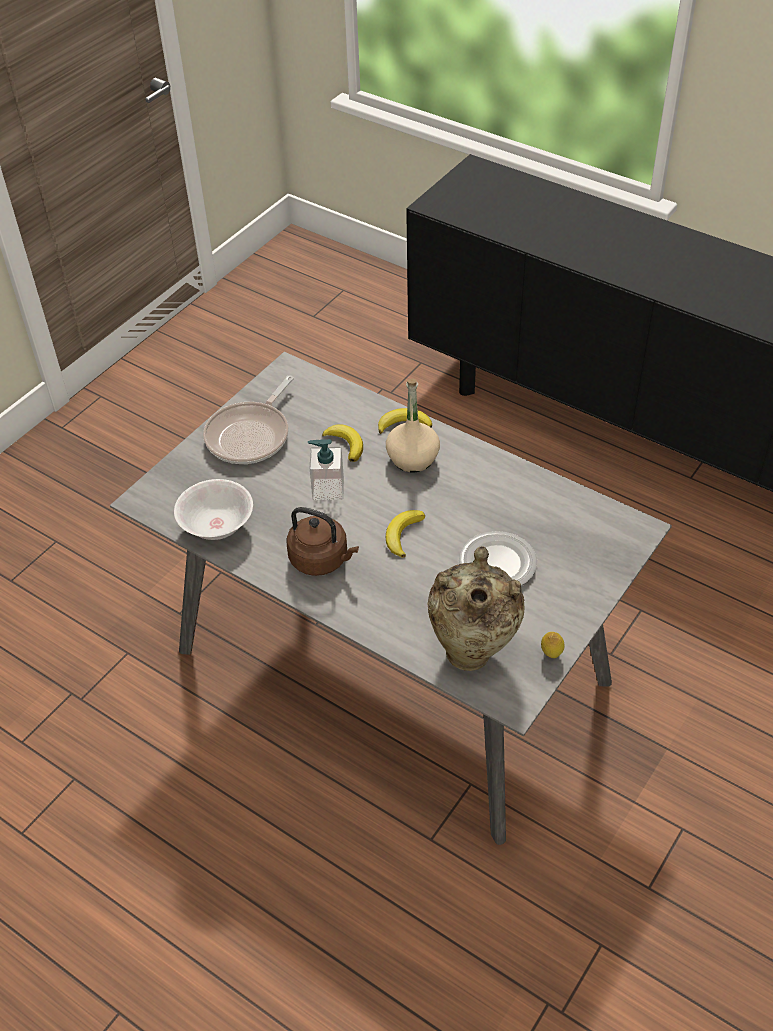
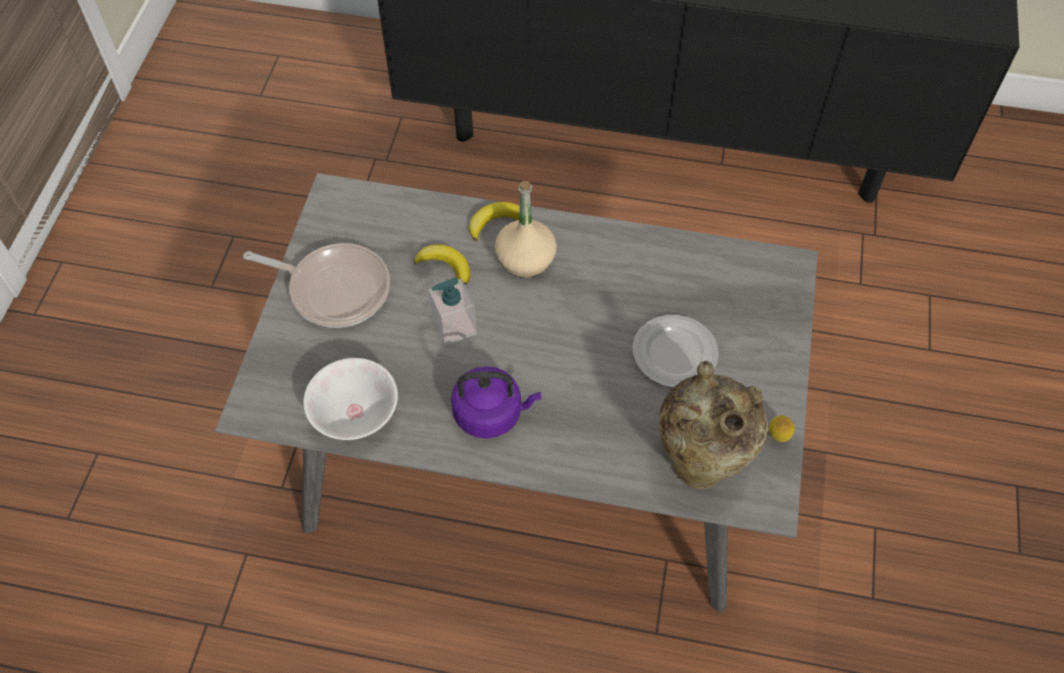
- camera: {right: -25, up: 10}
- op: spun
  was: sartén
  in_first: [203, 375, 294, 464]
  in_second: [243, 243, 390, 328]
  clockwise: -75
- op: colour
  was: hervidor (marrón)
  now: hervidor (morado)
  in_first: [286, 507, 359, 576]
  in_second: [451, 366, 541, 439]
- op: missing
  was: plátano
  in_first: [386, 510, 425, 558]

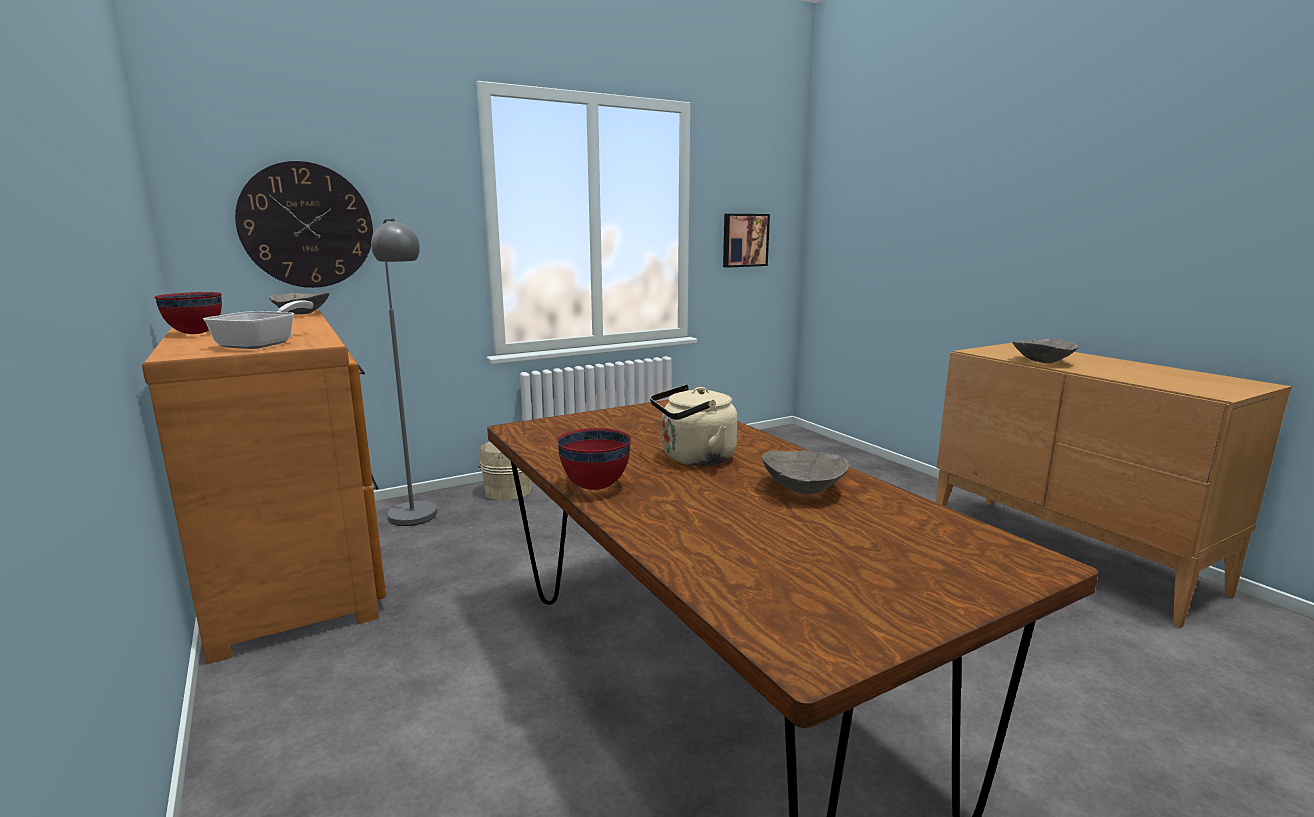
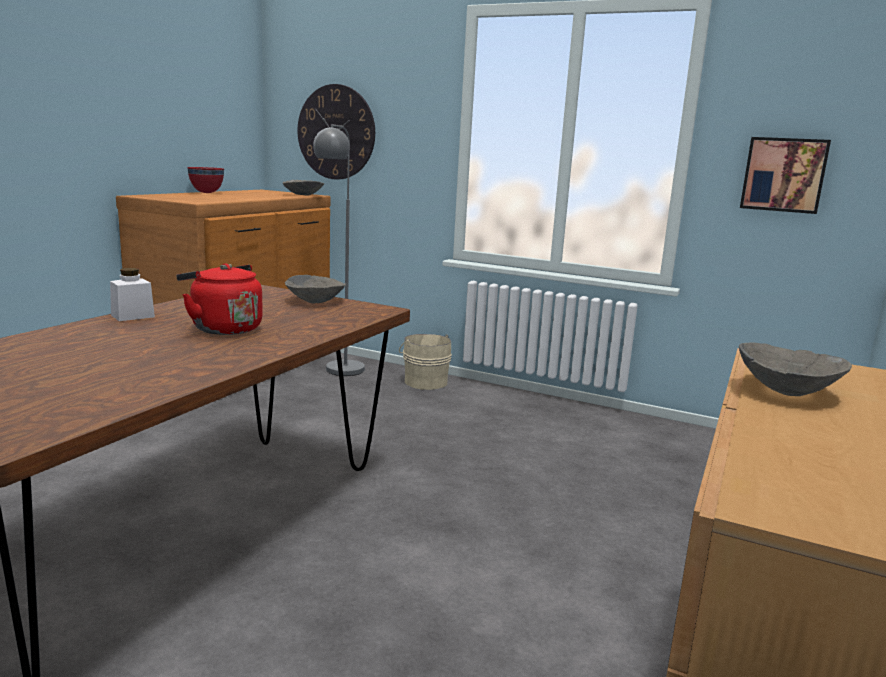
- camera: {right: 55, up: 0}
- op: exchanged
  was: cuenco (rojo)
  now: tarro (blanco)
  in_first: [557, 428, 631, 490]
  in_second: [110, 268, 155, 321]
- op: colour
  was: hervidor (beis)
  now: hervidor (rojo)
  in_first: [650, 385, 738, 466]
  in_second: [176, 264, 263, 335]
- op: relocated
  was: cuenco (gris)
  in_first: [762, 450, 849, 495]
  in_second: [285, 275, 346, 303]
- op: missing
  was: sartén
  in_first: [203, 300, 313, 349]

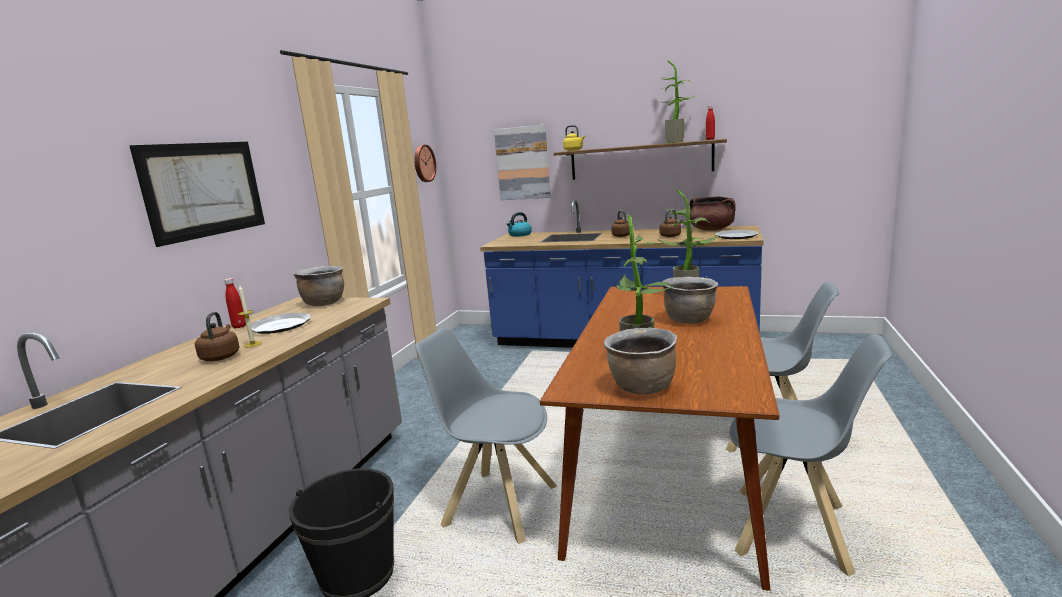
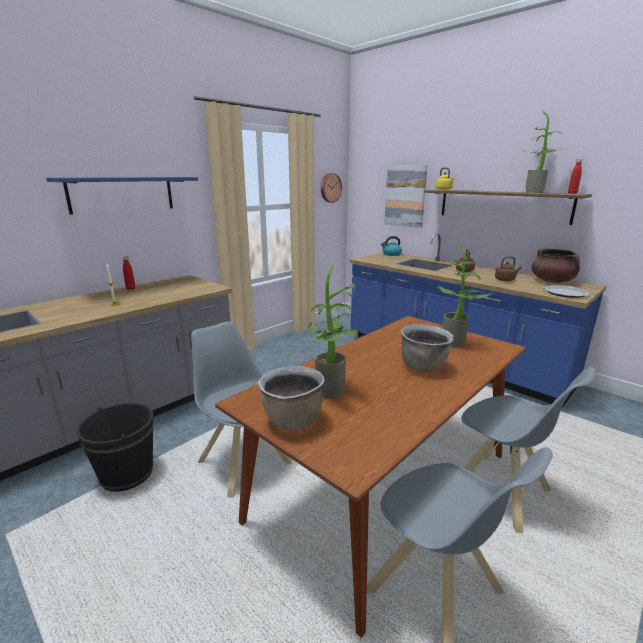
- camera: {right: 25, up: 5}
- op: exchanged
  was: cuadro
  now: estante (azul)
  in_first: [129, 142, 265, 247]
  in_second: [46, 177, 198, 215]
- op: missing
  was: hervidor (marrón)
  in_first: [195, 312, 239, 361]
- op: missing
  was: plato
  in_first: [251, 313, 312, 334]
- op: missing
  was: olla (marrón)
  in_first: [293, 266, 344, 306]

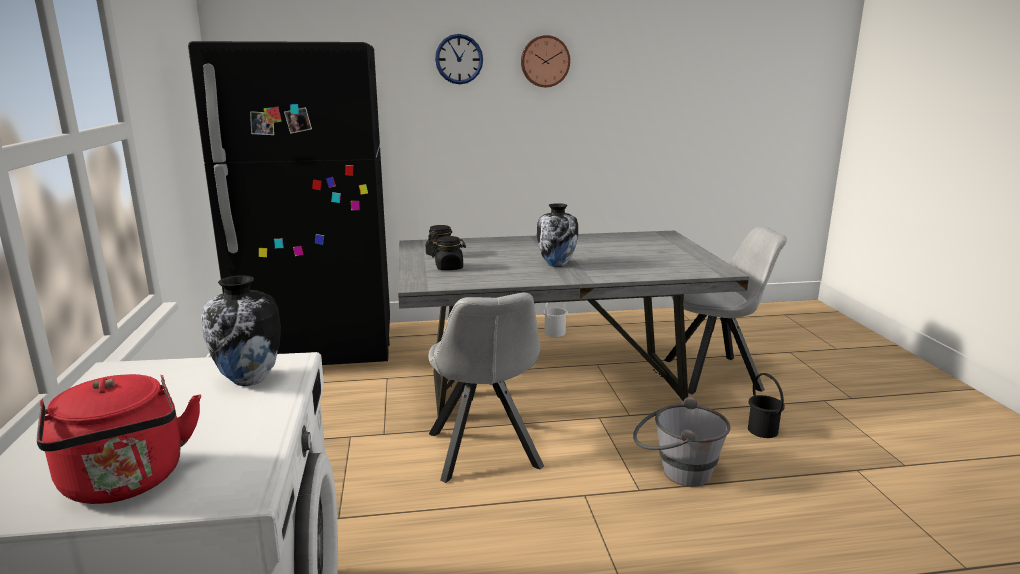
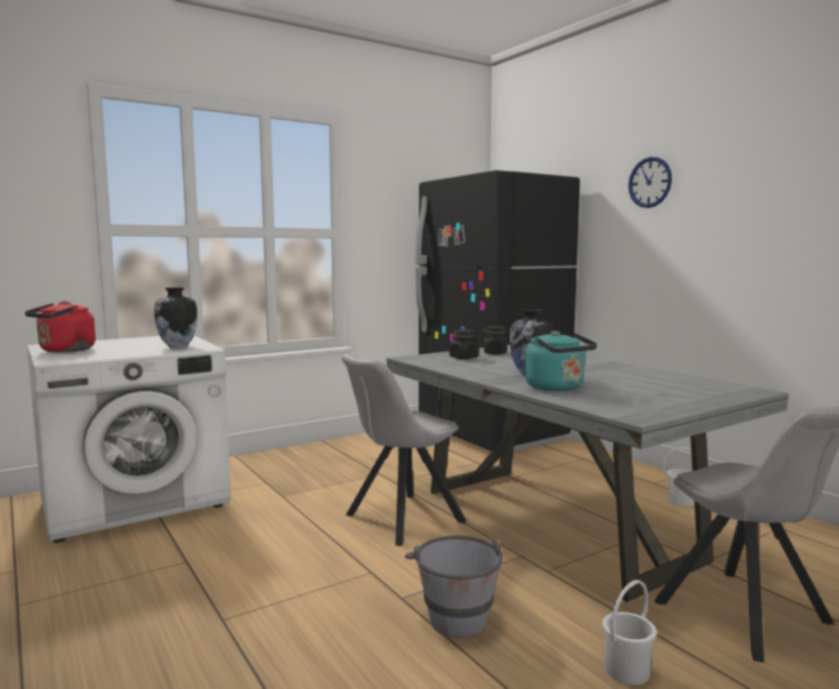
- camera: {right: 65, up: -10}
- op: appeared
  now: hervidor (turquesa)
  in_second: [524, 331, 597, 391]
- op: colour
  was: cubo (negro)
  now: cubo (blanco)
  in_first: [748, 373, 785, 438]
  in_second: [602, 580, 657, 685]
- op: missing
  was: reloj de pared
  in_first: [521, 35, 570, 87]

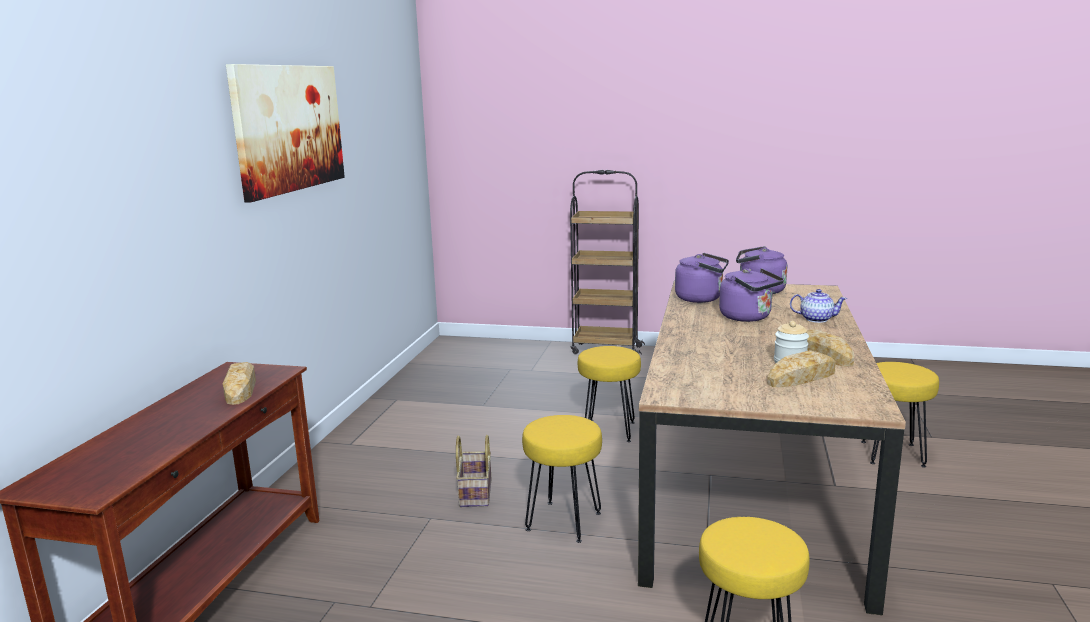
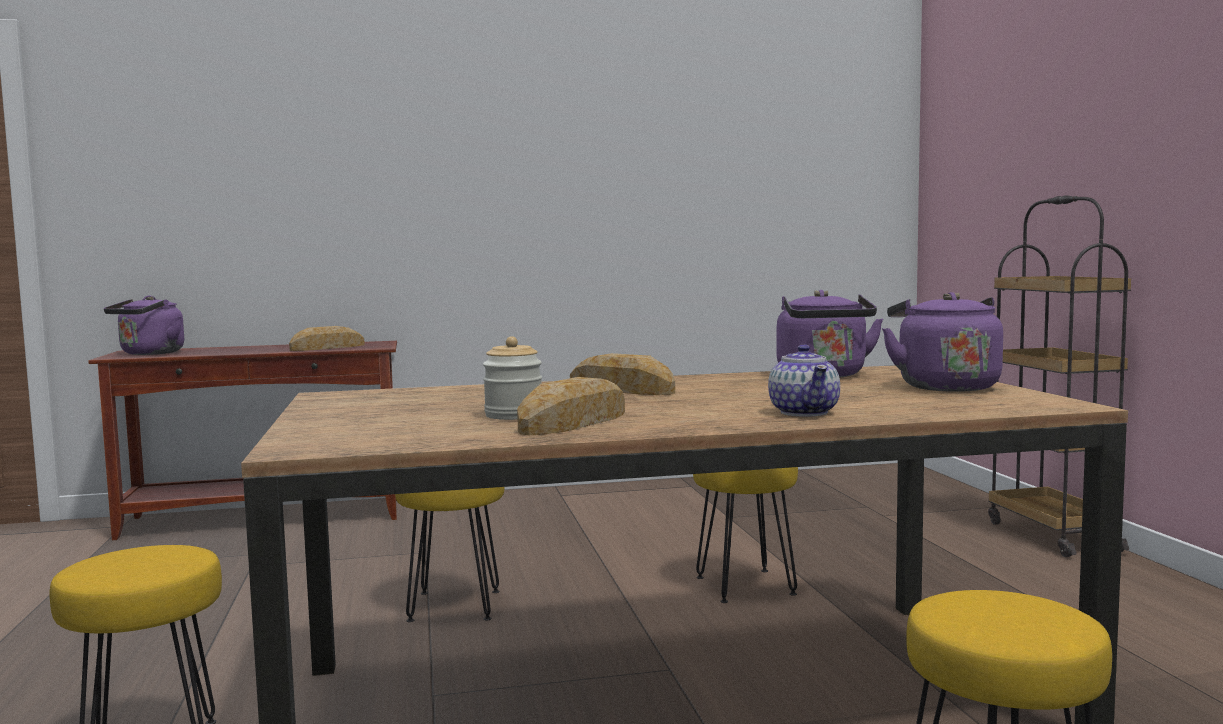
- camera: {right: 65, up: -10}
- op: relocated
  was: hervidor (morado)
  in_first: [719, 268, 784, 322]
  in_second: [104, 296, 184, 355]
- op: relocated
  was: pan
  in_first: [767, 350, 836, 387]
  in_second: [570, 353, 675, 395]
- op: missing
  was: cuadro
  in_first: [226, 64, 345, 203]
- op: missing
  was: cesta
  in_first: [456, 435, 491, 507]

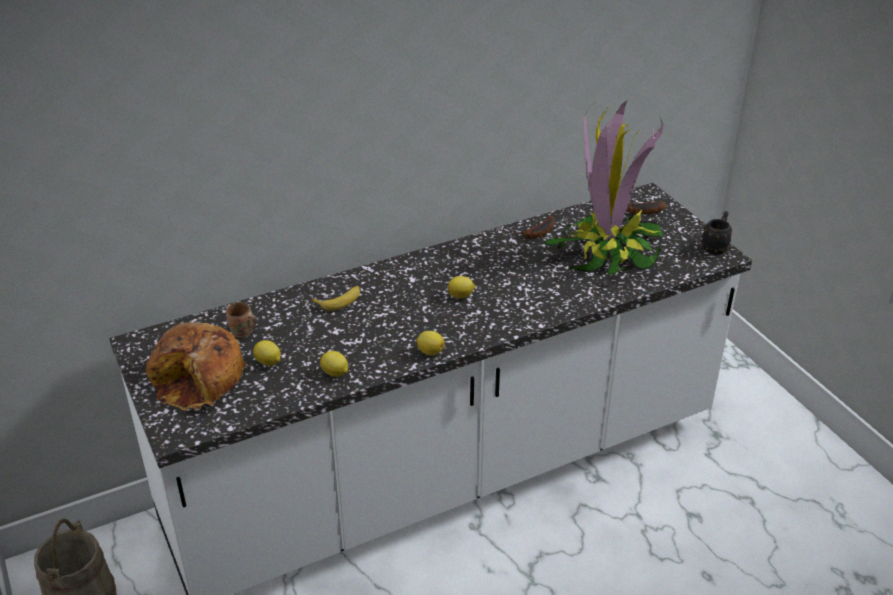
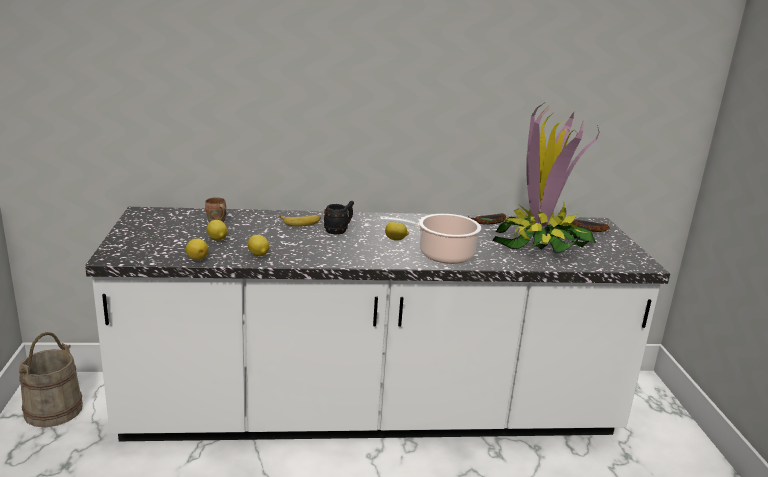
- camera: {right: 20, up: -15}
- op: relocated
  was: limón
  in_first: [416, 331, 444, 355]
  in_second: [186, 239, 208, 260]
- op: relocated
  was: taza grande (negro)
  in_first: [702, 211, 732, 255]
  in_second: [324, 201, 354, 235]
- op: appeared
  now: olla
  in_second: [380, 214, 481, 264]
- op: missing
  was: pan
  in_first: [146, 322, 246, 411]

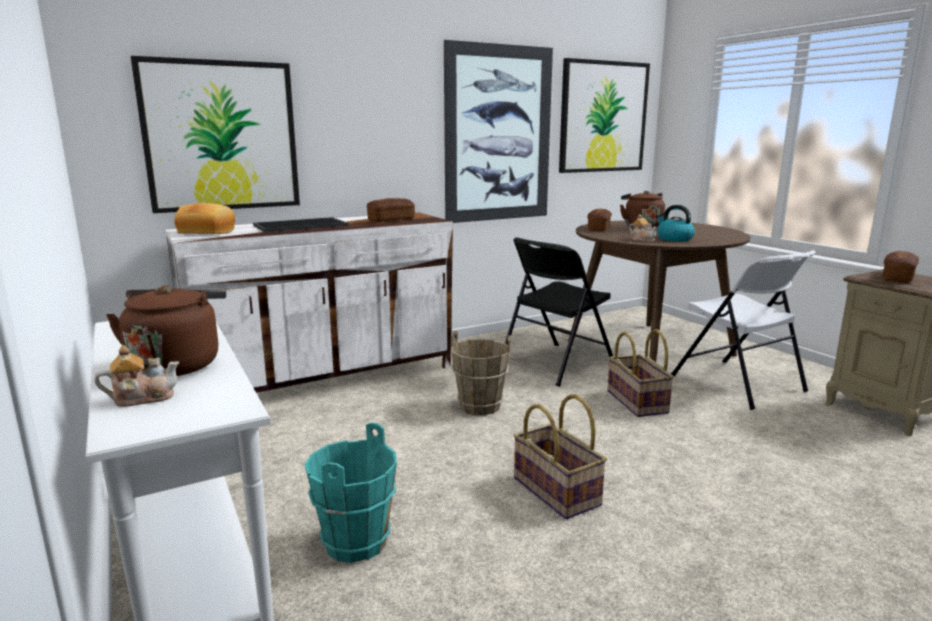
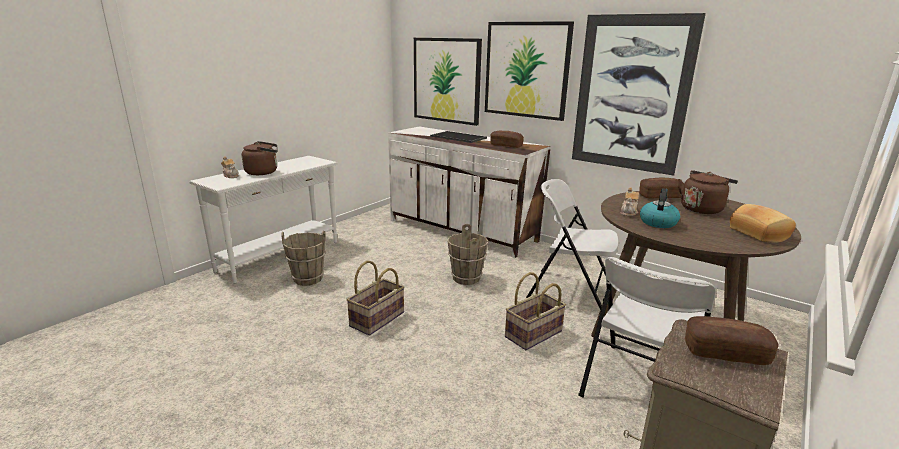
- camera: {right: 65, up: 5}
- op: colour
  was: cubo (turquesa)
  now: cubo (marrón)
  in_first: [304, 422, 397, 563]
  in_second: [282, 231, 326, 286]
- op: relocated
  was: cuadro
  in_first: [559, 58, 650, 173]
  in_second: [485, 21, 574, 121]
- op: colour
  was: silla (negro)
  now: silla (blanco)
  in_first: [505, 238, 613, 387]
  in_second: [526, 179, 618, 310]
- op: relocated
  was: pan
  in_first: [174, 203, 235, 234]
  in_second: [730, 204, 796, 243]

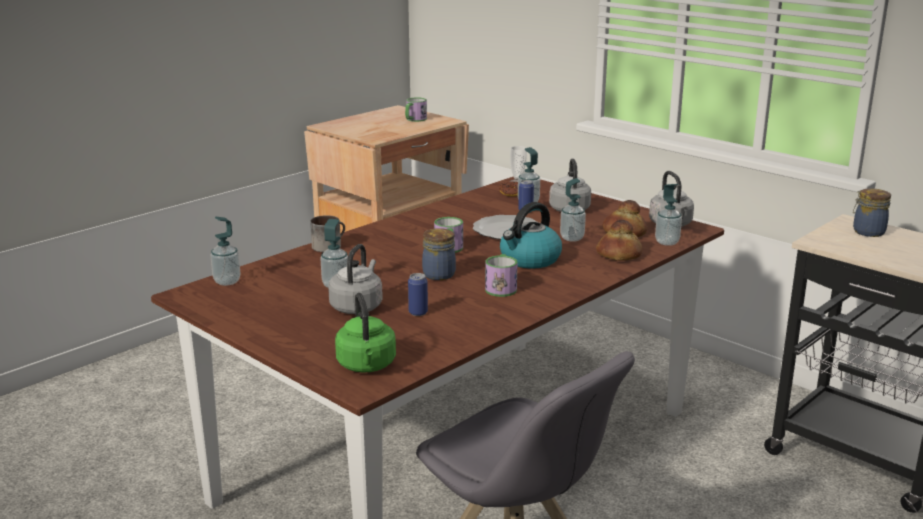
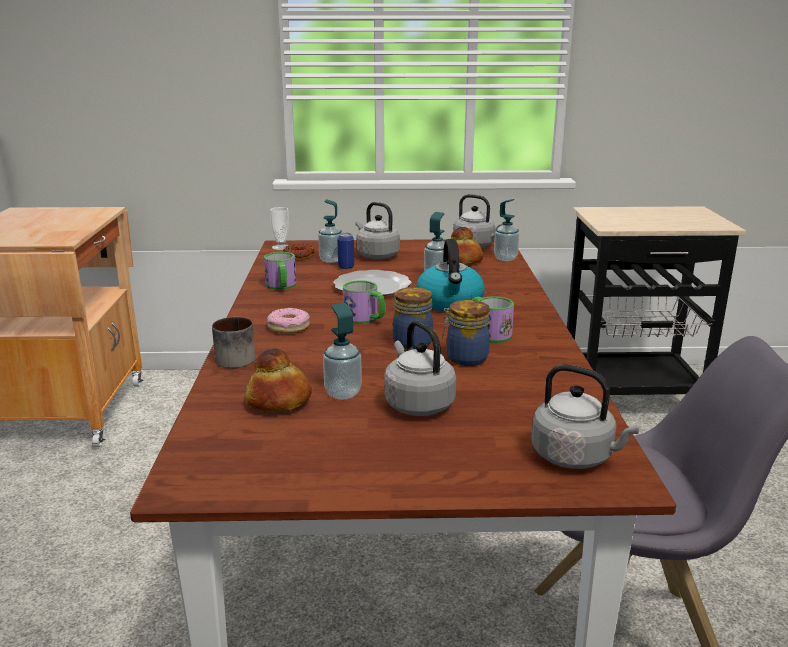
- camera: {right: -45, up: 0}
- op: relocated
  was: pan
  in_first: [596, 220, 642, 261]
  in_second: [245, 348, 312, 412]
- op: relocated
  was: taza grande
  in_first: [405, 97, 427, 122]
  in_second: [264, 252, 296, 290]
- op: appeared
  now: rosquilla
  in_second: [267, 308, 310, 334]
- op: relocated
  was: tarro
  in_first: [853, 188, 891, 237]
  in_second: [442, 300, 490, 366]
- op: colour
  was: hervidor (verde)
  now: hervidor (gris)
  in_first: [335, 292, 396, 373]
  in_second: [531, 364, 640, 469]
- op: missing
  was: dispensador de jabón
  in_first: [210, 217, 241, 286]
- op: missing
  was: lata
  in_first: [408, 273, 428, 316]

